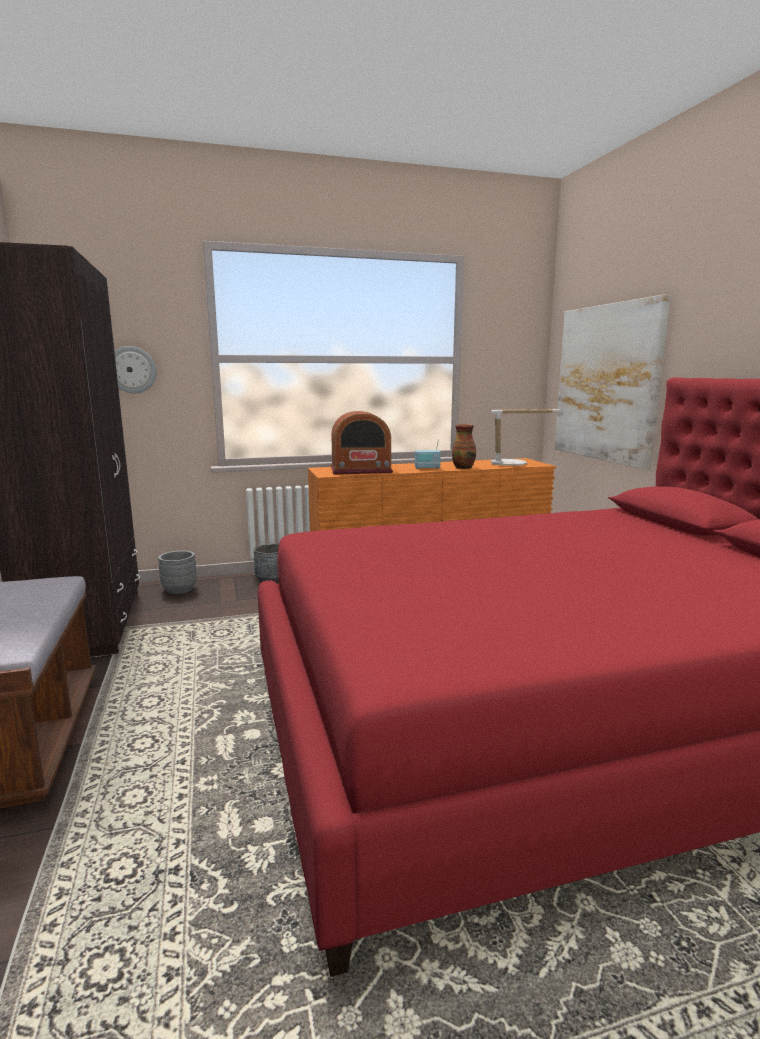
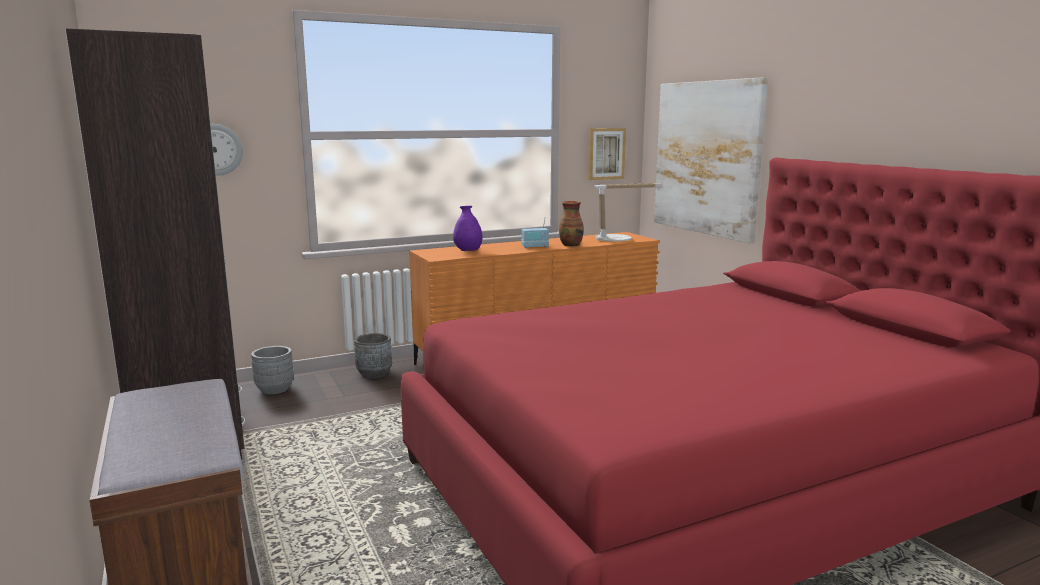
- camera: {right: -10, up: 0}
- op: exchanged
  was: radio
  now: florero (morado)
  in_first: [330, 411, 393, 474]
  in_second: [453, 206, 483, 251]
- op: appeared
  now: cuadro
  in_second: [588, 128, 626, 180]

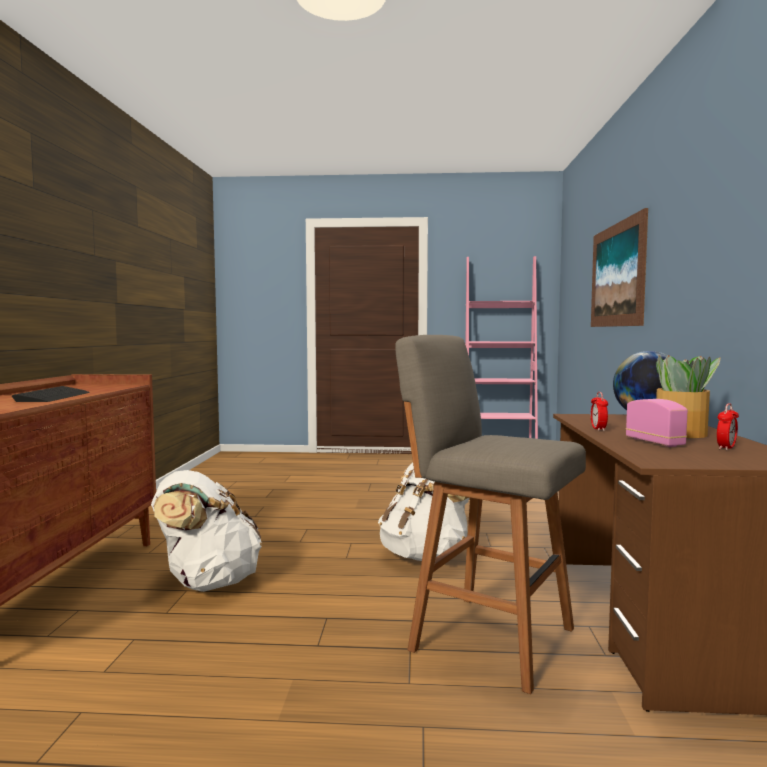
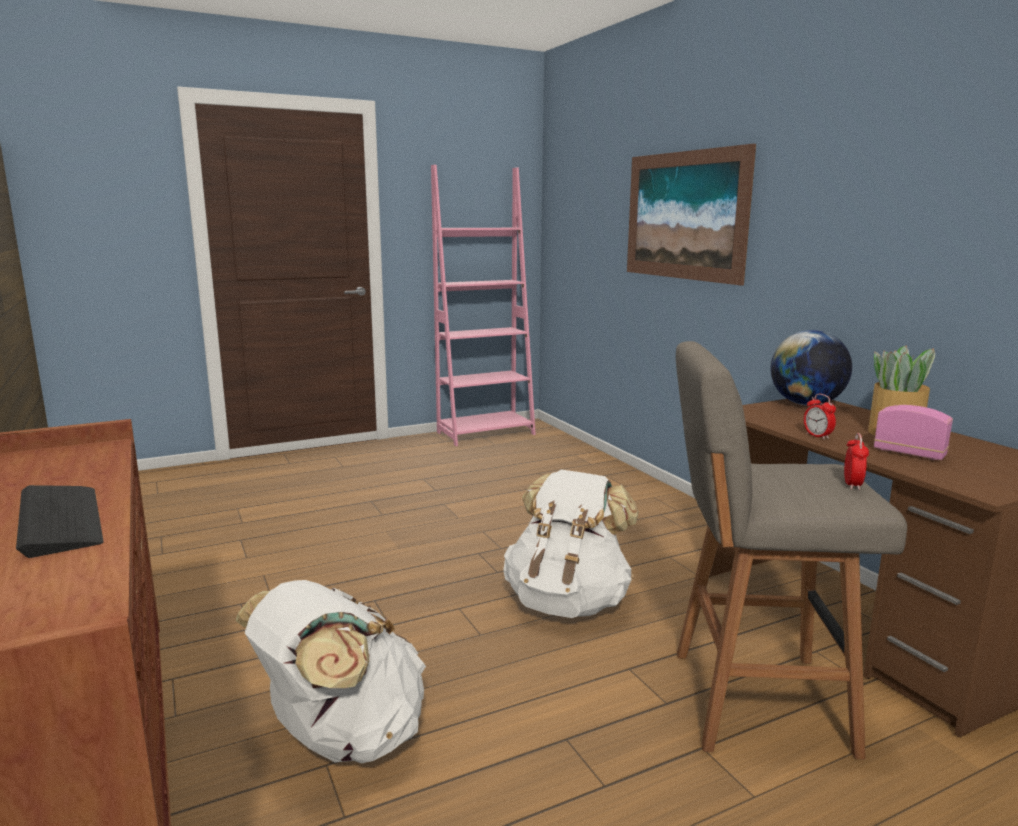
- camera: {right: -30, up: 10}
- op: relocated
  was: despertador
  in_first: [717, 403, 739, 450]
  in_second: [844, 433, 869, 490]

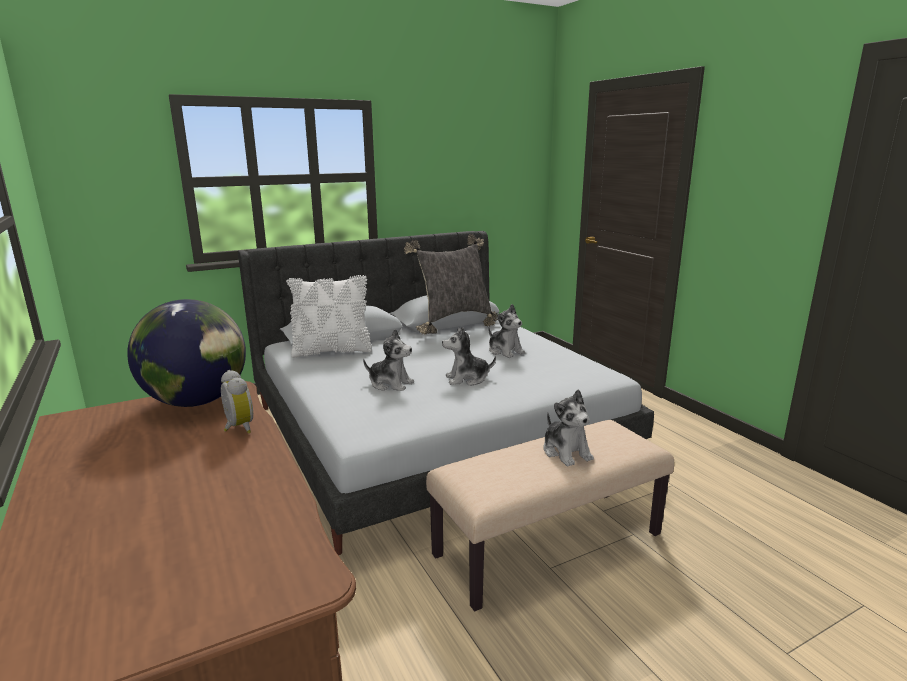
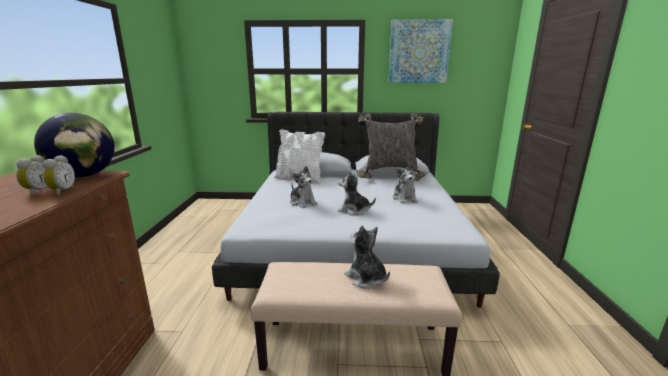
- camera: {right: 30, up: 0}
- op: appeared
  now: despertador
  in_second: [16, 155, 47, 196]
- op: spun
  was: peluche
  in_first: [543, 389, 594, 466]
  in_second: [344, 226, 390, 289]
  clockwise: 135
- op: appeared
  now: cuadro
  in_second: [388, 19, 453, 83]

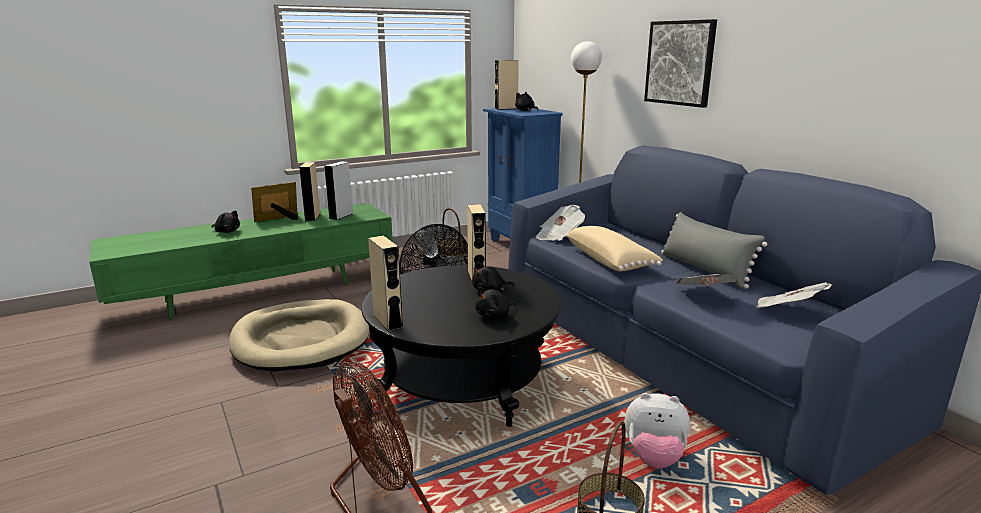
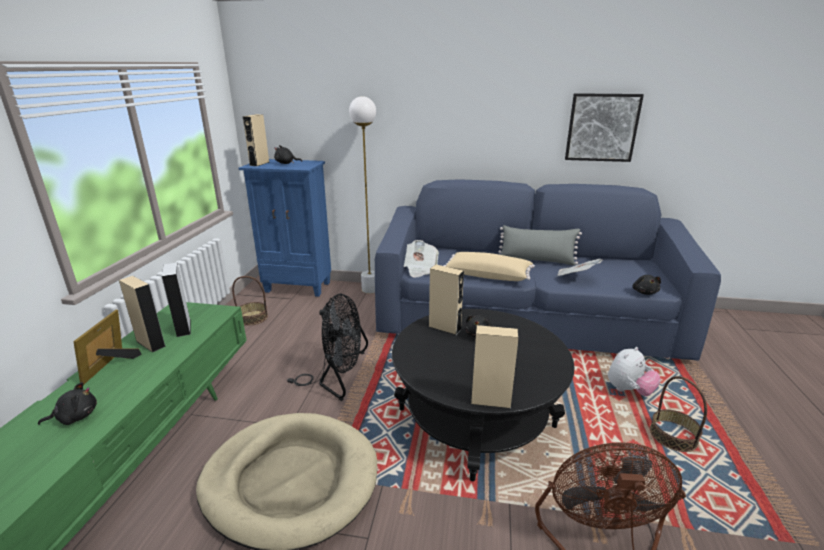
- camera: {right: -50, up: 5}
- op: relocated
  was: cuadro
  in_first: [644, 19, 717, 108]
  in_second: [565, 93, 644, 162]
- op: relocated
  was: peluche (negro)
  in_first: [475, 287, 516, 319]
  in_second: [633, 275, 661, 295]
- op: missing
  was: periódico
  in_first: [757, 282, 831, 308]

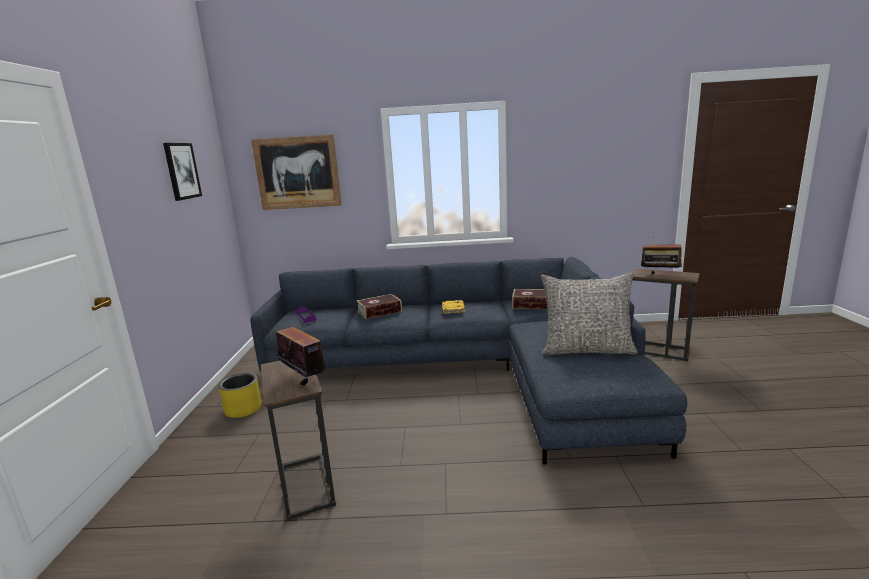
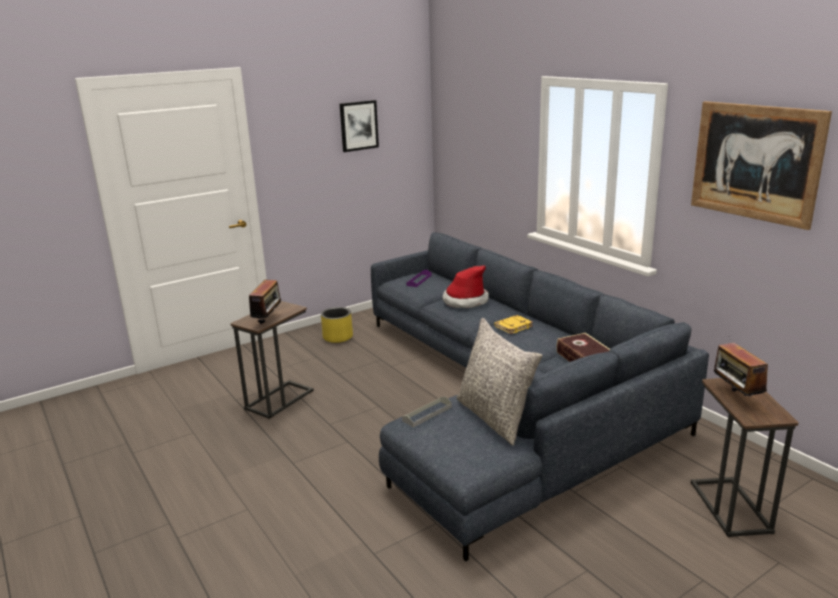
- camera: {right: 55, up: 5}
- op: appeared
  now: bandeja (gris)
  in_second: [402, 396, 452, 427]
- op: exchanged
  was: libro
  now: sombrero
  in_first: [356, 294, 402, 319]
  in_second: [442, 266, 489, 308]
- op: relocated
  was: cuadro
  in_first: [251, 134, 342, 210]
  in_second: [691, 101, 832, 230]

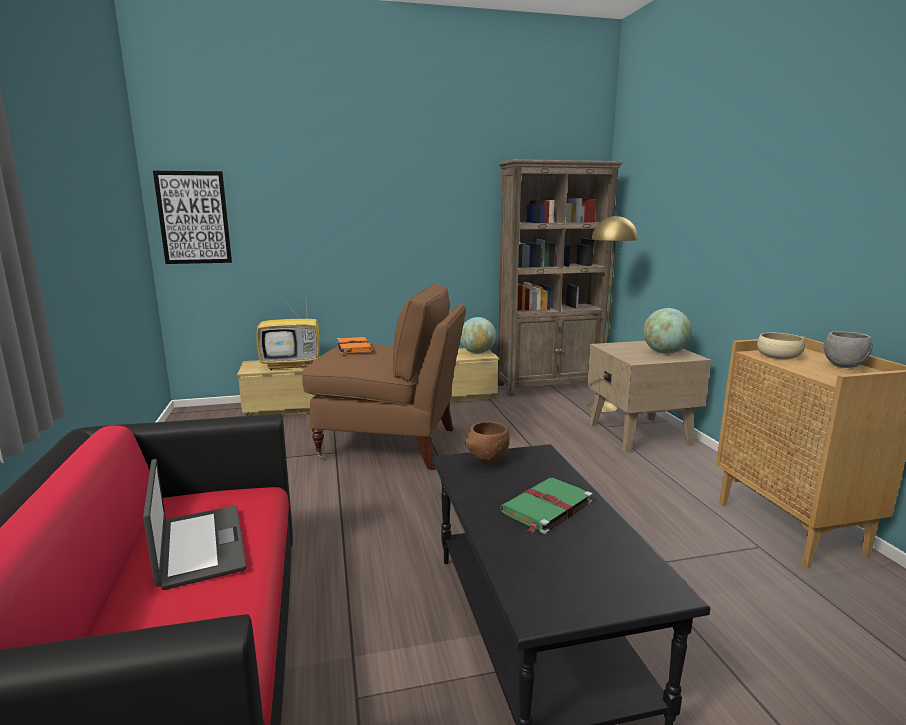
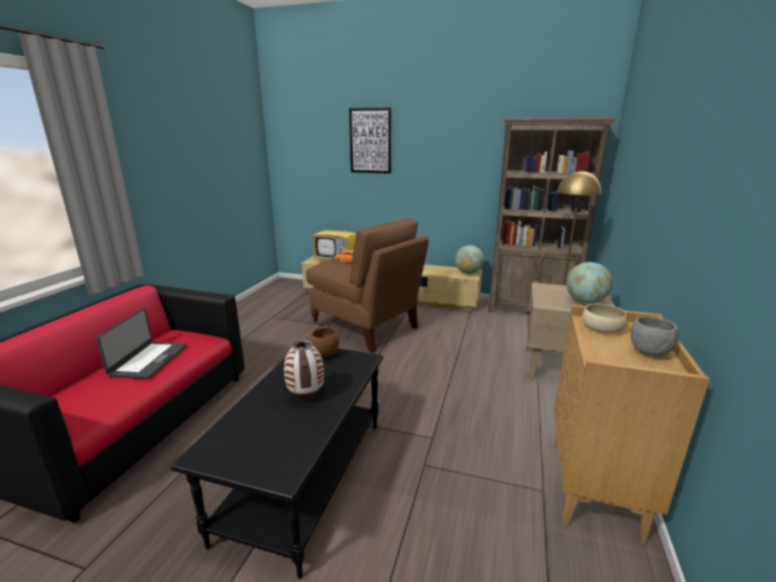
- camera: {right: 30, up: 5}
- op: exchanged
  was: libro (verde)
  now: florero
  in_first: [500, 478, 593, 534]
  in_second: [284, 339, 324, 398]
- op: relocated
  was: cuadro
  in_first: [153, 171, 232, 264]
  in_second: [349, 107, 391, 174]

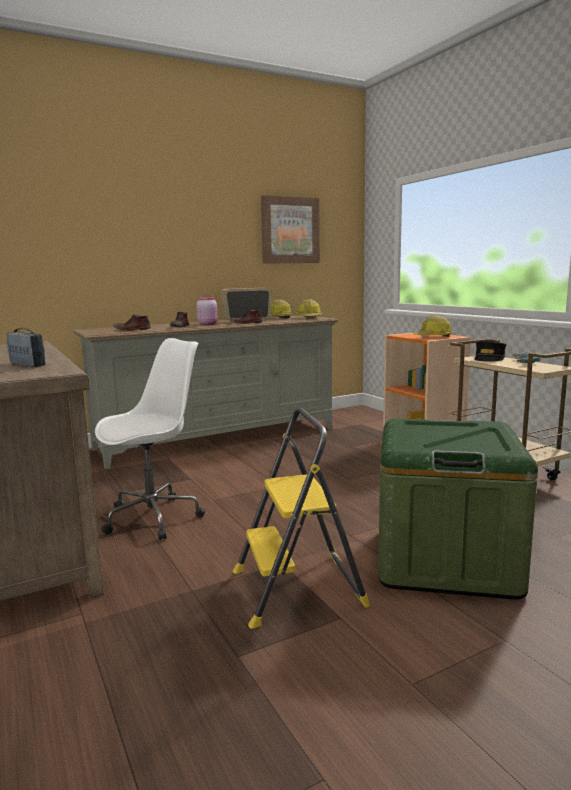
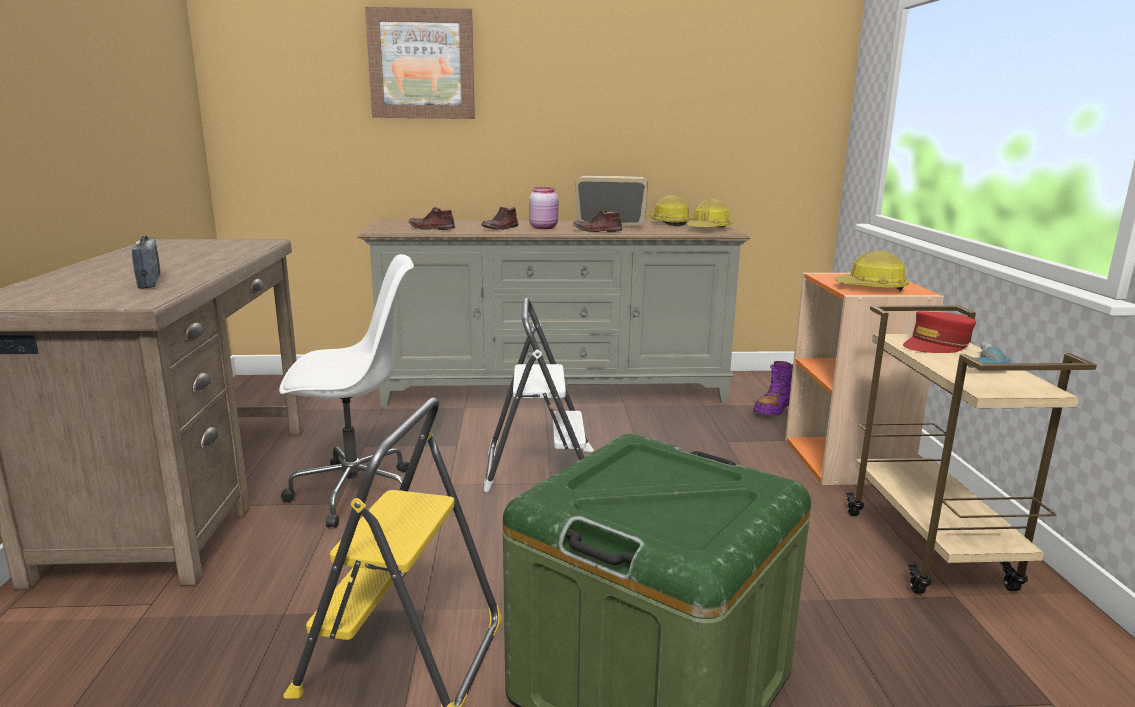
- camera: {right: 25, up: 5}
- op: relocated
  was: cuadro
  in_first: [261, 195, 320, 264]
  in_second: [365, 7, 475, 119]
- op: appeared
  now: escalera de tijera (blanco)
  in_second: [484, 298, 594, 493]
- op: appeared
  now: bota (morado)
  in_second: [753, 361, 793, 416]
- op: colour
  was: gorra (negro)
  now: gorra (rojo)
  in_first: [474, 341, 506, 361]
  in_second: [903, 311, 976, 353]

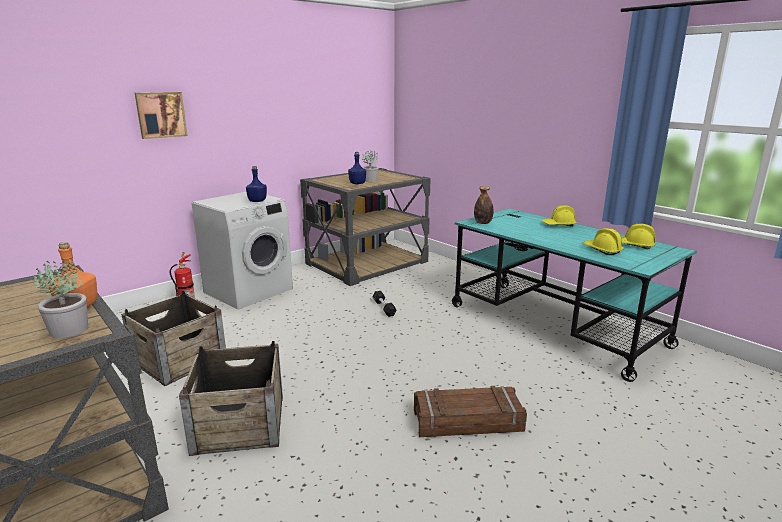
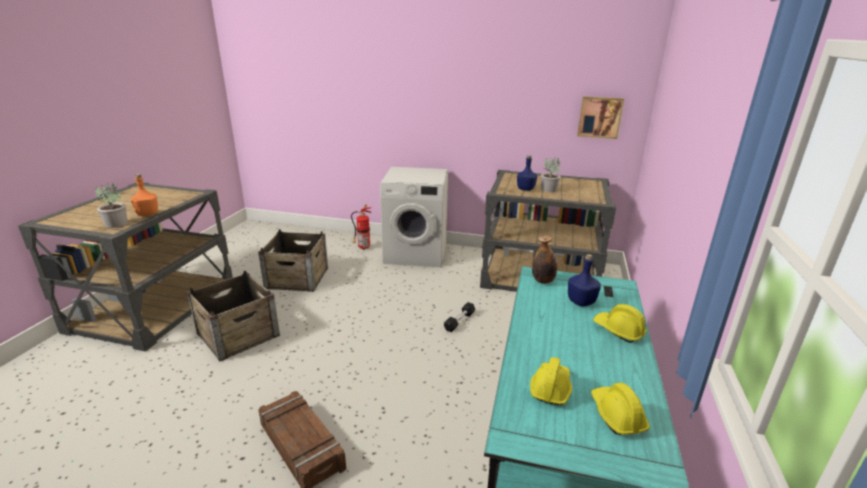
- camera: {right: 55, up: 5}
- op: relocated
  was: botella (azul)
  in_first: [246, 166, 267, 202]
  in_second: [568, 254, 601, 307]
- op: relocated
  was: cuadro
  in_first: [135, 92, 188, 139]
  in_second: [577, 96, 624, 139]

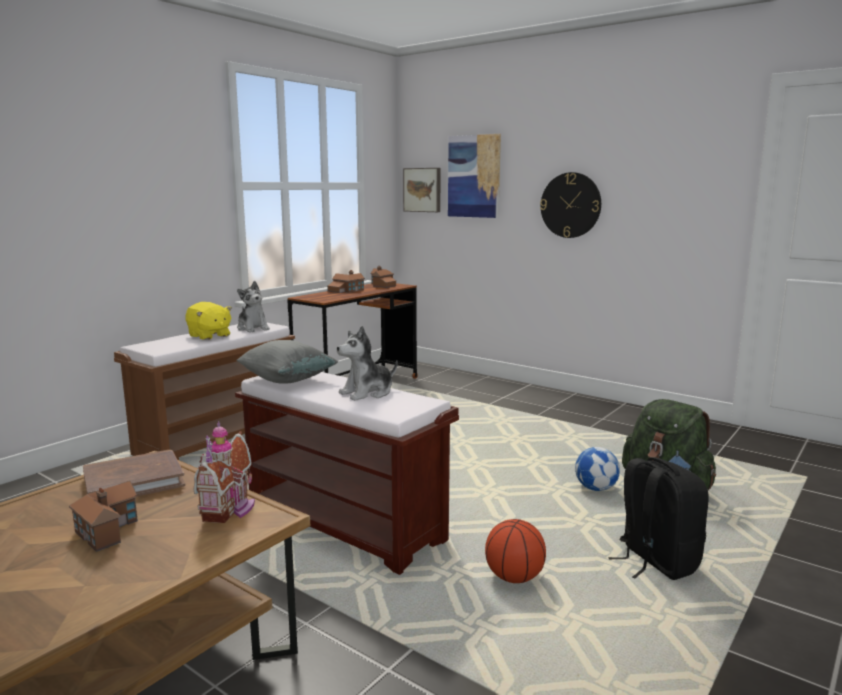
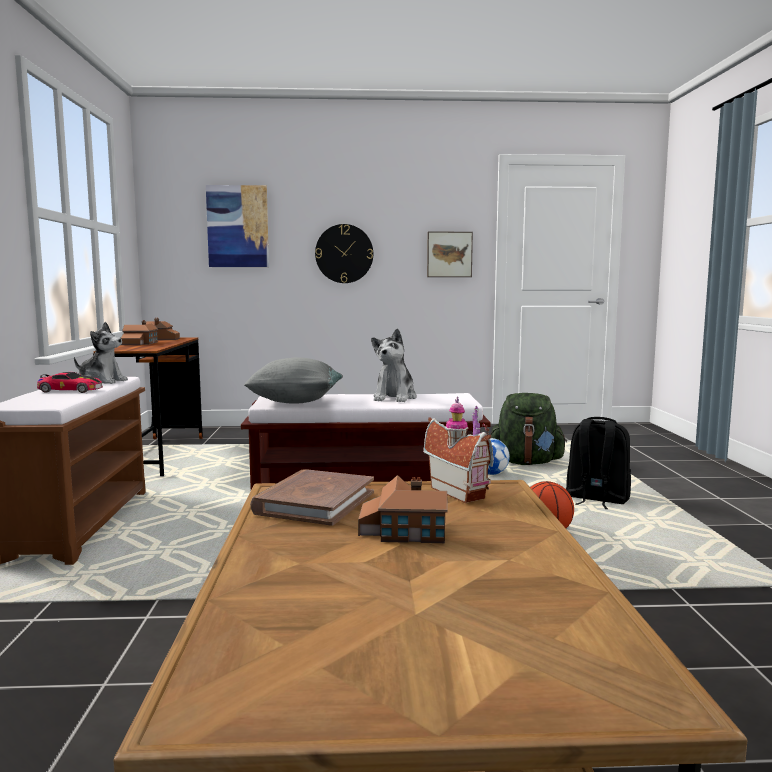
- camera: {right: -40, up: -5}
- op: exchanged
  was: peluche (amarillo)
  now: coche de juguete
  in_first: [186, 302, 232, 340]
  in_second: [37, 372, 103, 393]
- op: relocated
  was: cuadro
  in_first: [403, 168, 441, 212]
  in_second: [427, 232, 473, 277]

